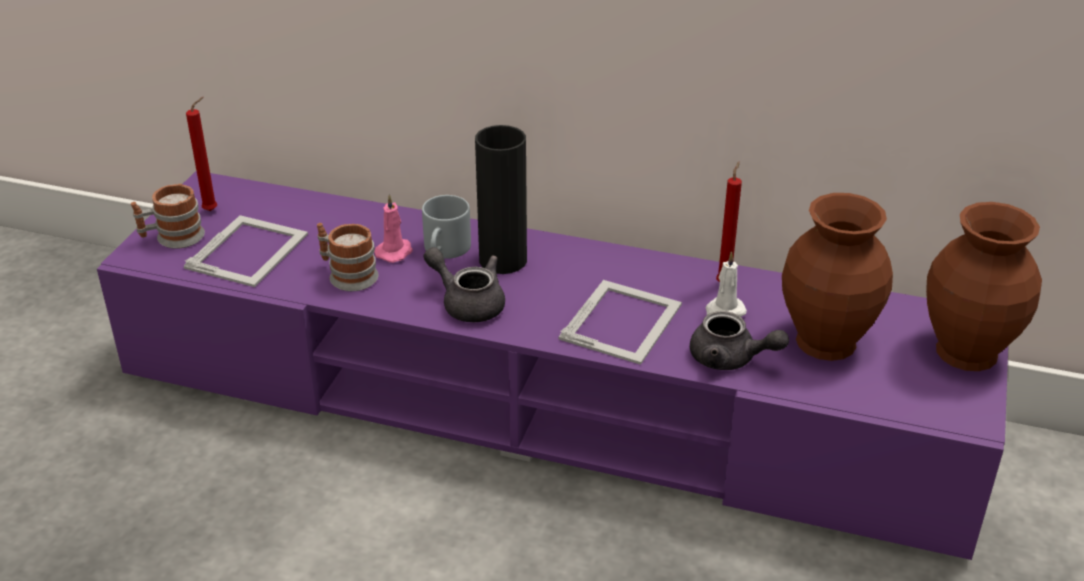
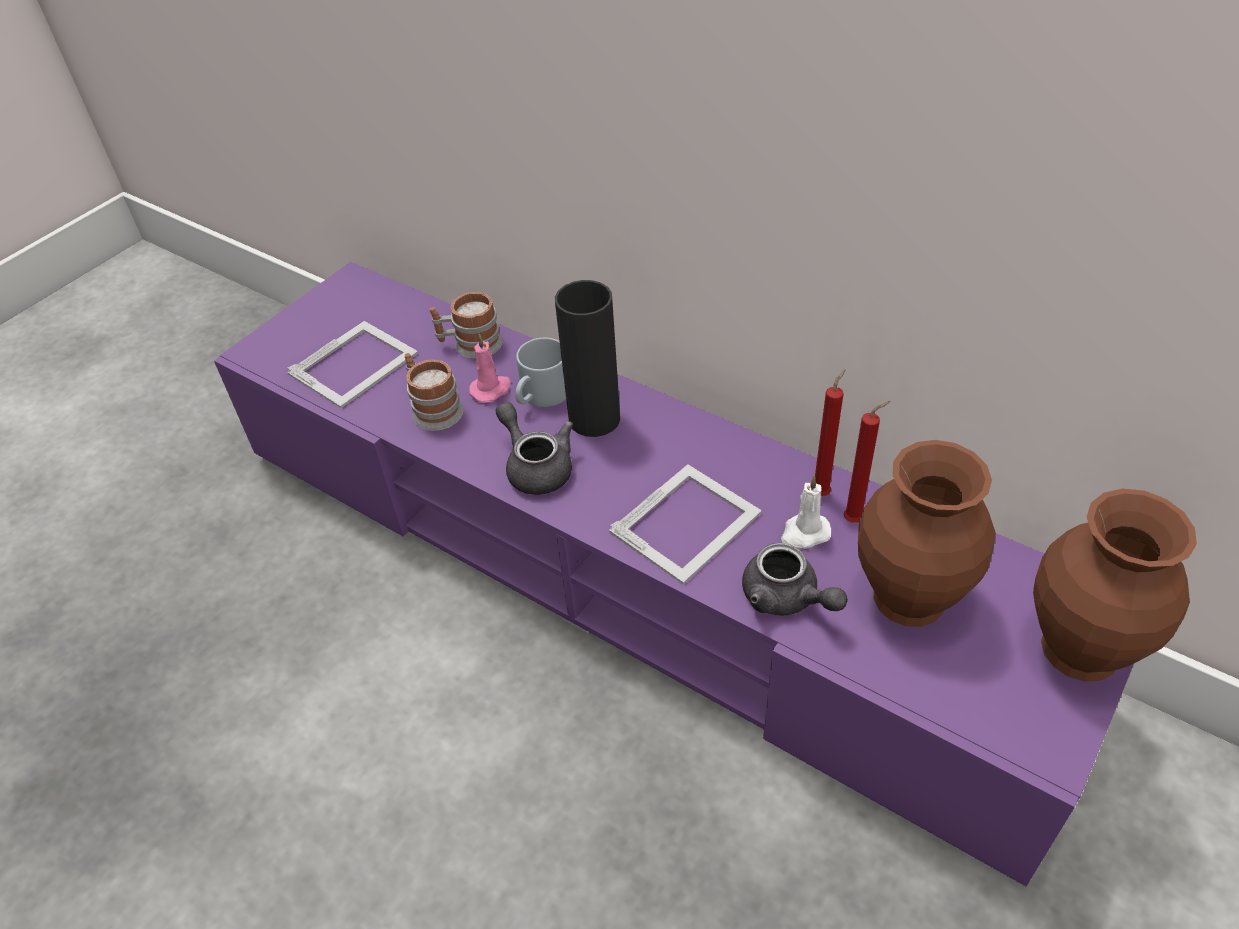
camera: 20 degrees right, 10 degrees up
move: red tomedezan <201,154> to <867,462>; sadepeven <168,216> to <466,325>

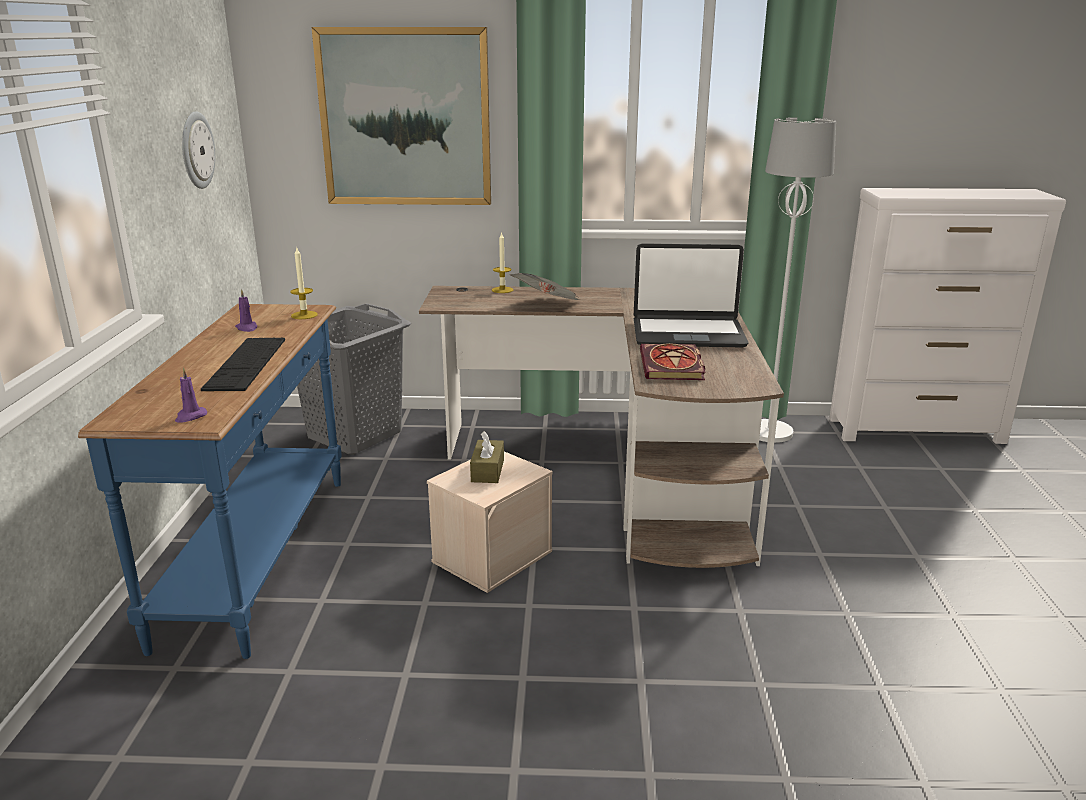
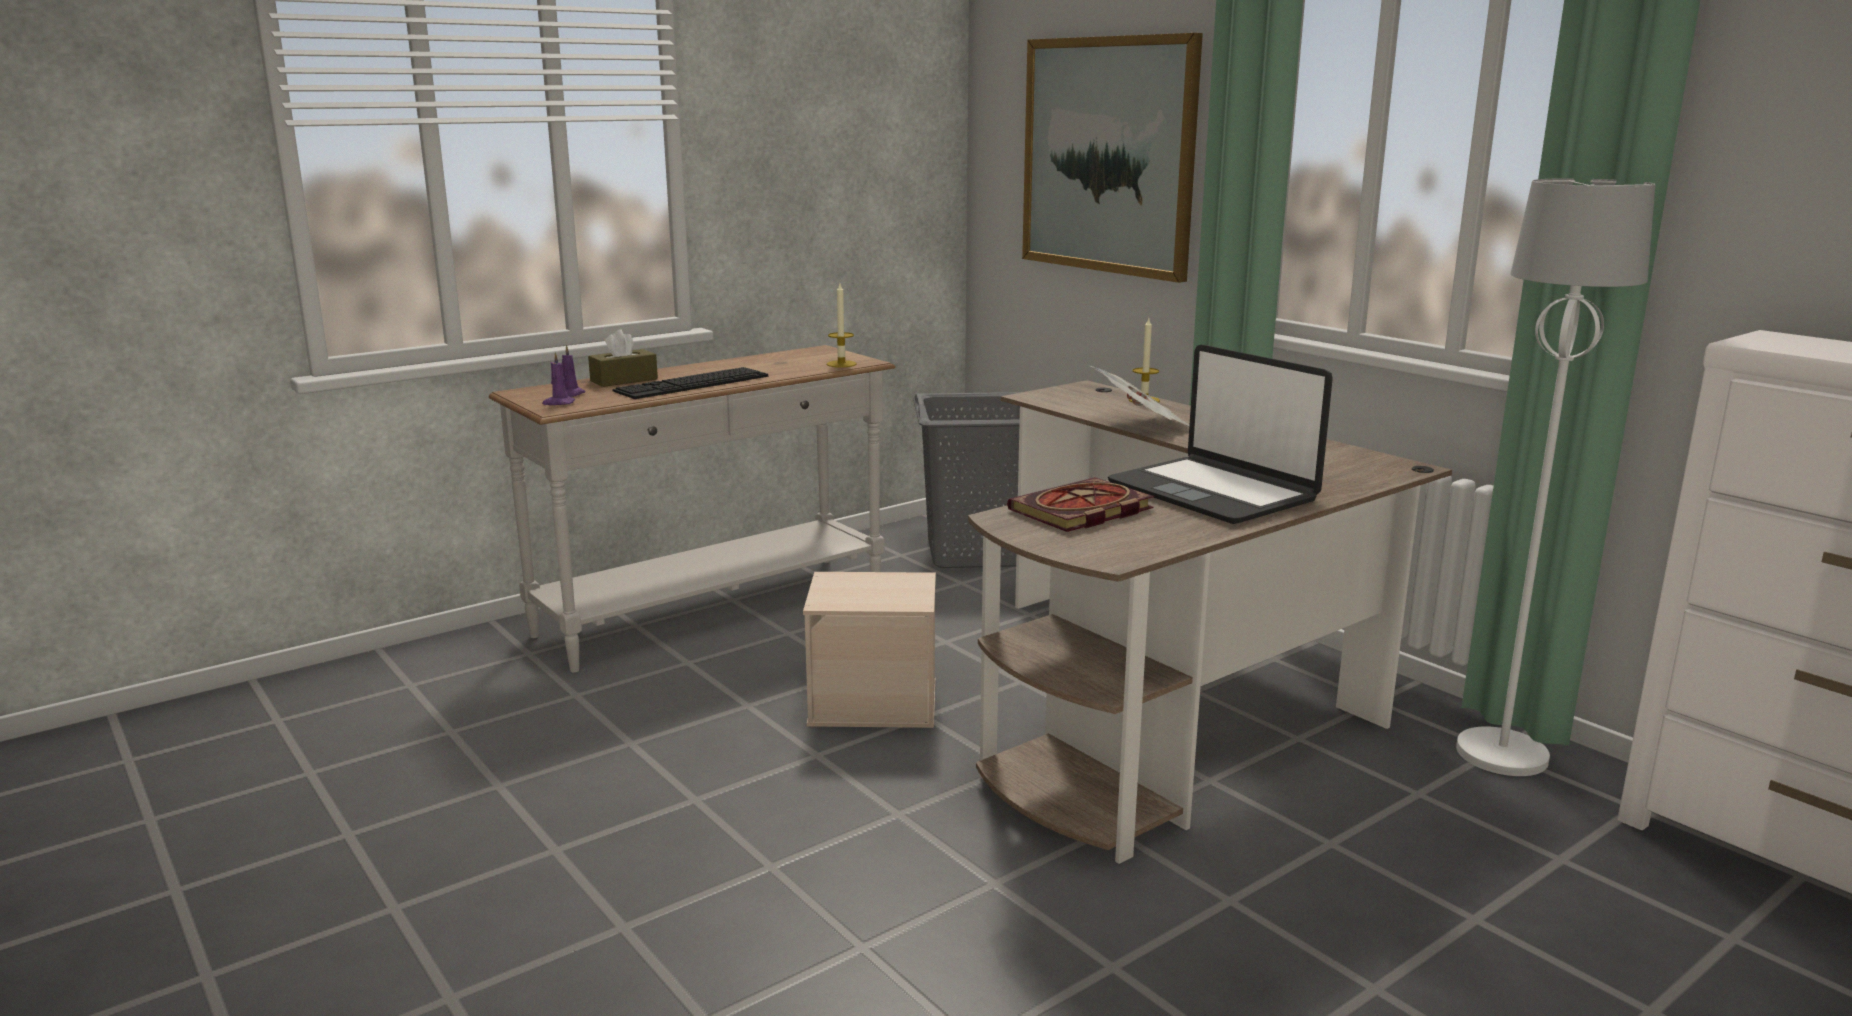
camera: 50 degrees right, 5 degrees down
delete: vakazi <198,150>
move: purple tomedezan <246,310> to <573,371>; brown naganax <487,457> to <623,358>
recolor: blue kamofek <210,481> to white kamofek <692,508>

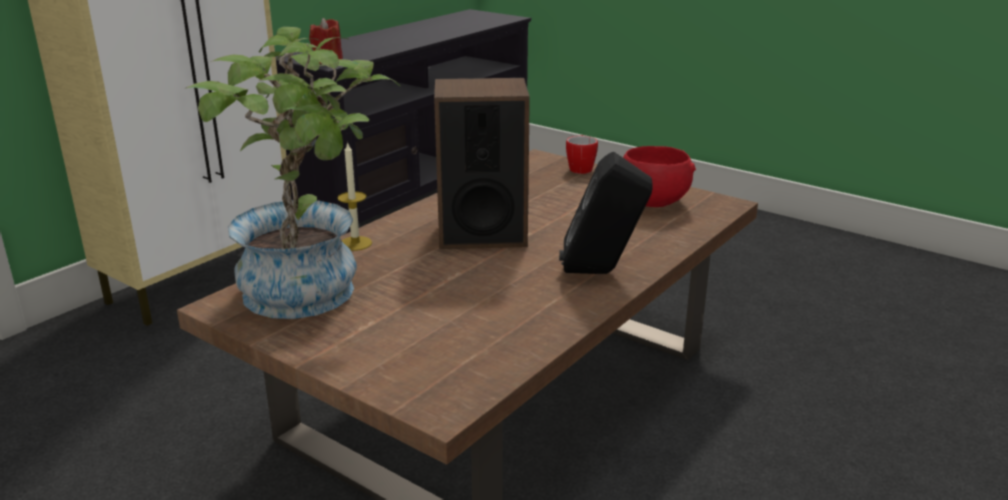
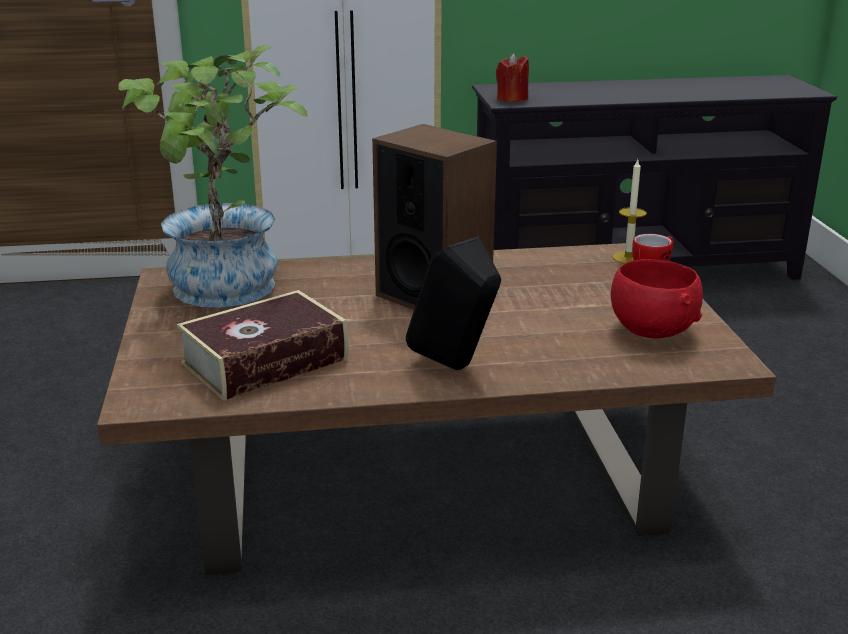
camera: 45 degrees right, 0 degrees up
insert: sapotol <262,345>
move: tomedezan <354,196> to <630,212>

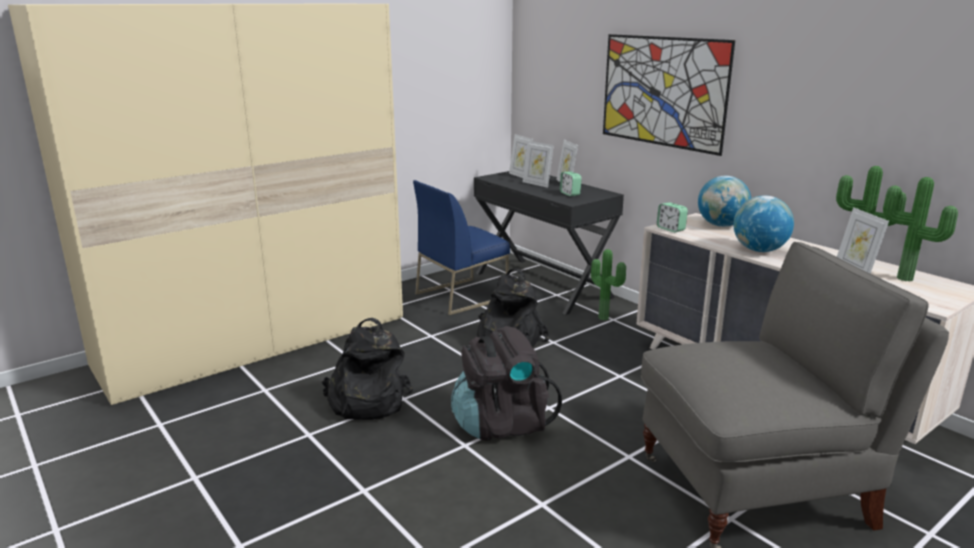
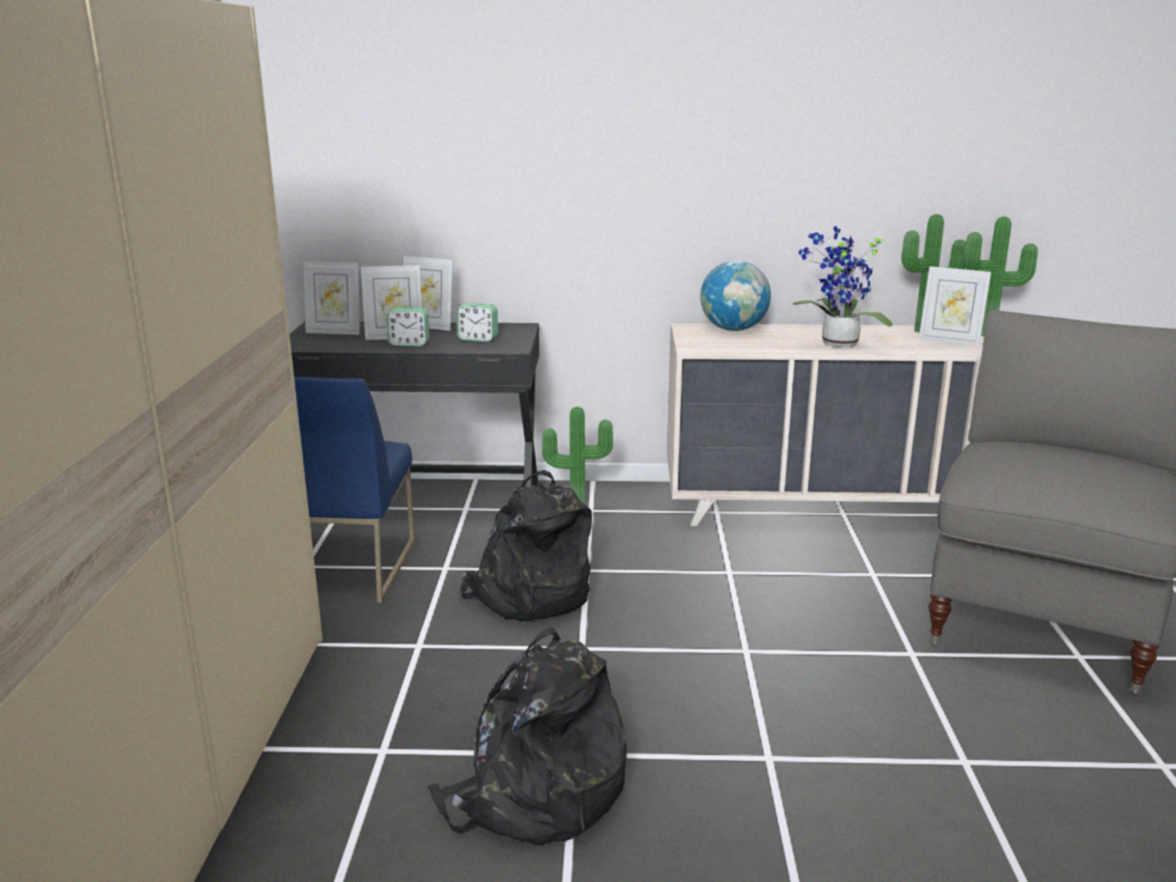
camera: 50 degrees left, 0 degrees up
delete: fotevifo <669,95>; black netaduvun <506,383>
move: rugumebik <672,217> to <408,326>
replace: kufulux <763,223> to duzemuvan <843,286>

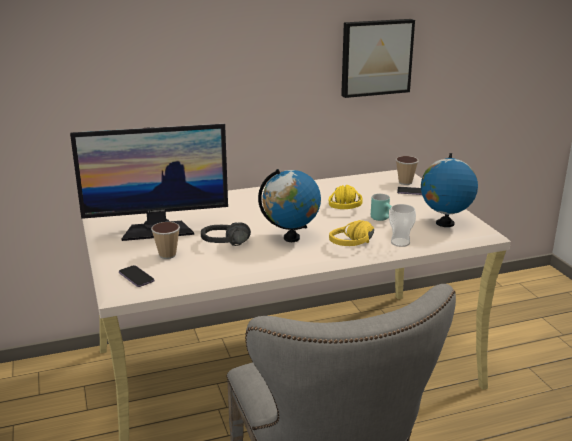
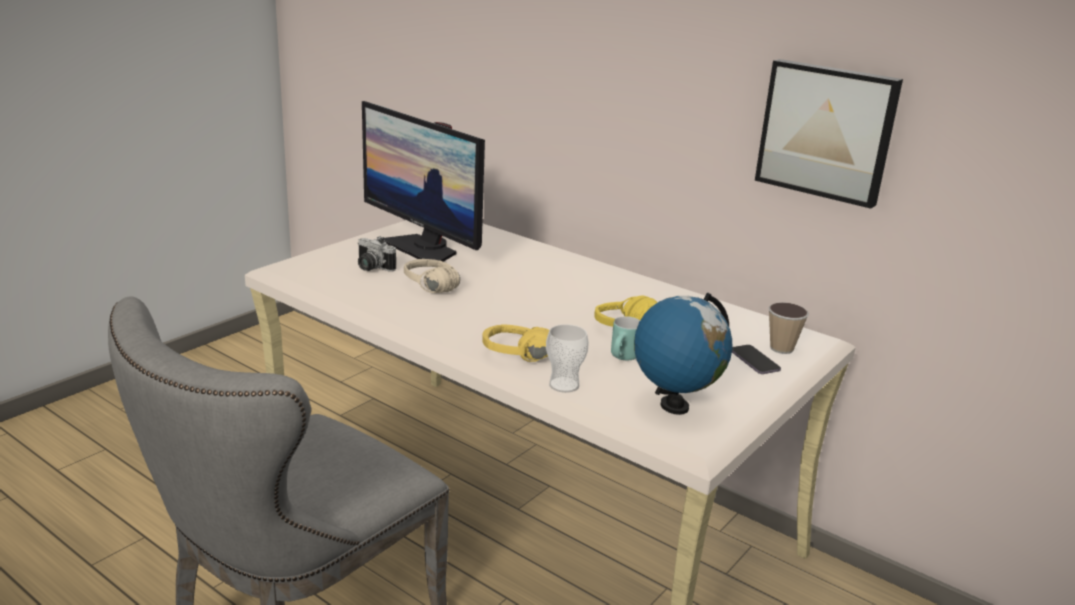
camera: 55 degrees right, 0 degrees up
delete: kufulux <289,205>; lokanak <136,276>
replace: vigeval <165,240> to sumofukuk <376,254>
recolor: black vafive <226,234> to beige vafive <432,276>

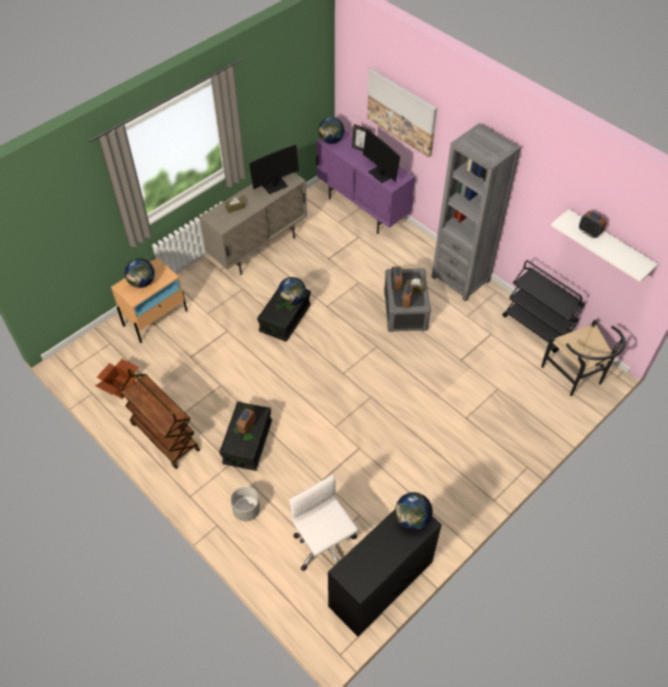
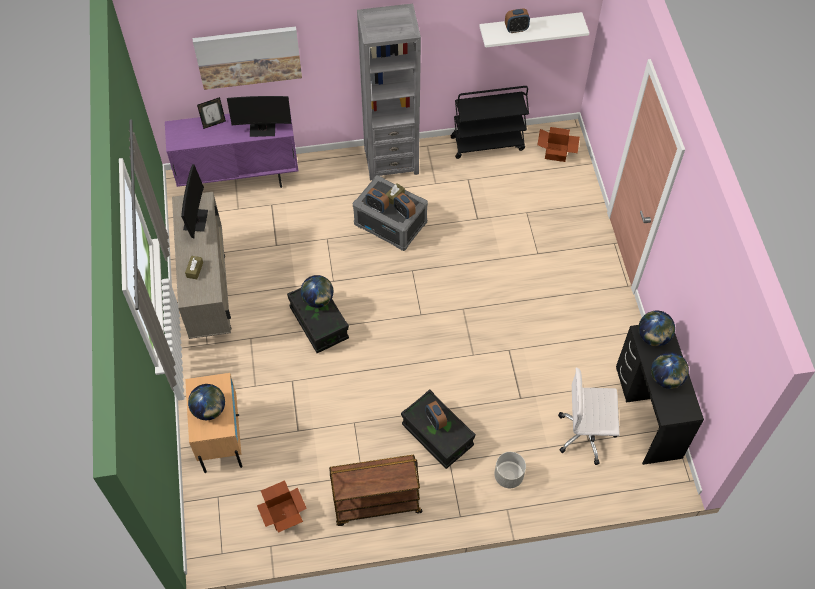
camera: 55 degrees left, 5 degrees up
move: kufulux <331,130> to <670,370>
replace: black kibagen <583,358> to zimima <558,144>

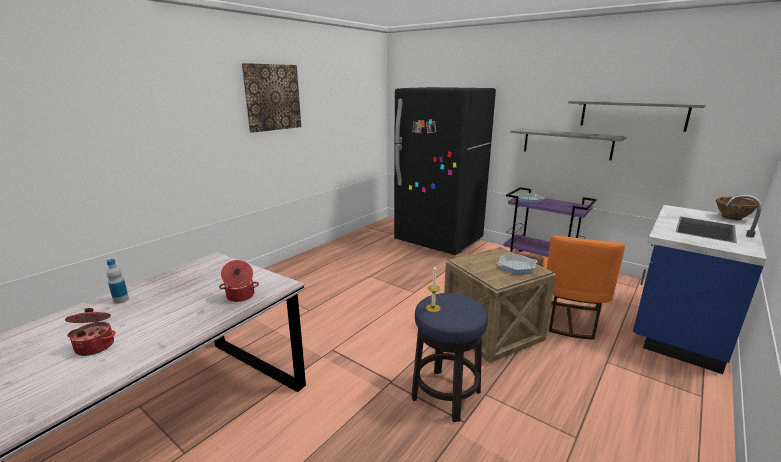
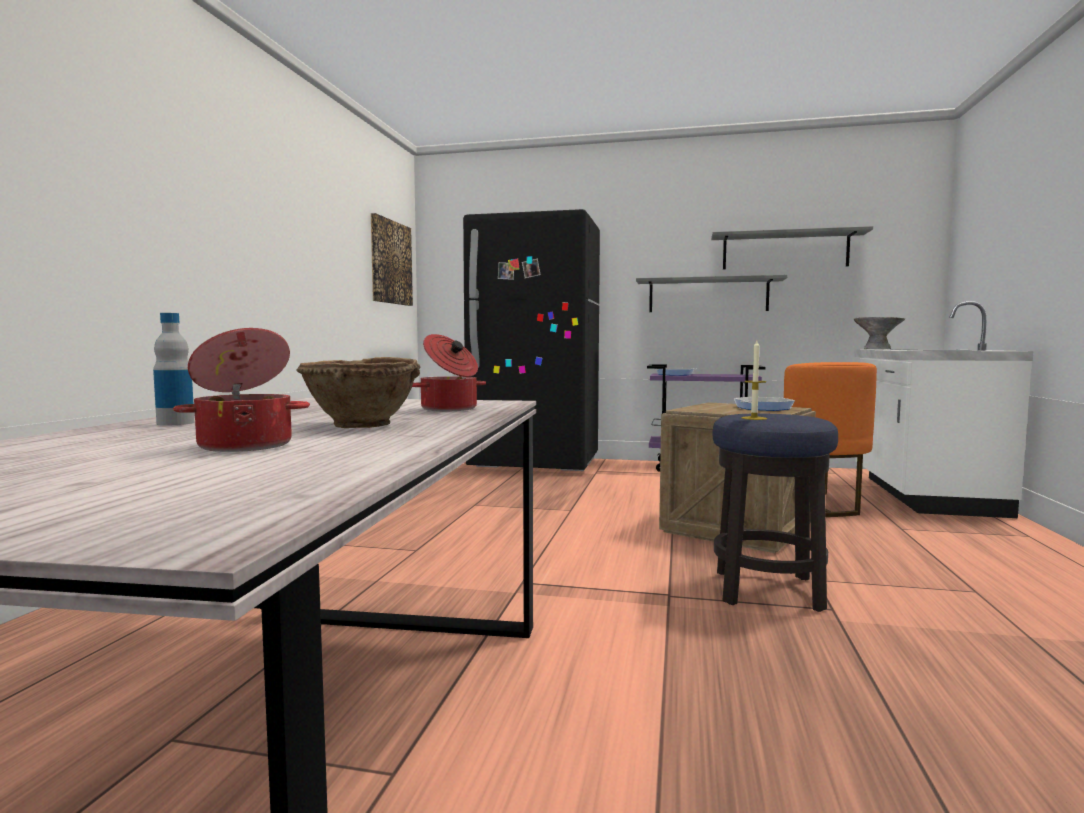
camera: 25 degrees left, 15 degrees down
insert: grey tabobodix <879,333>
move: fotevifo <271,98> to <392,259>; brown tabobodix <736,208> to <358,392>
recolor: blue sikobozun <699,284> to white sikobozun <943,409>

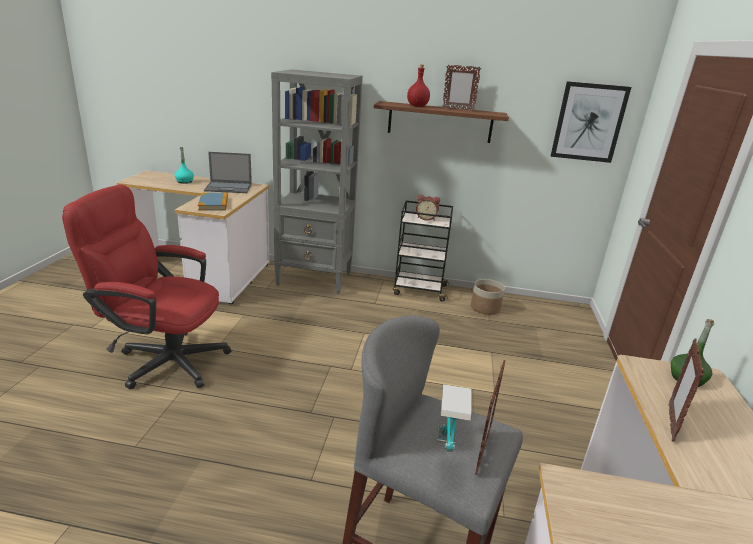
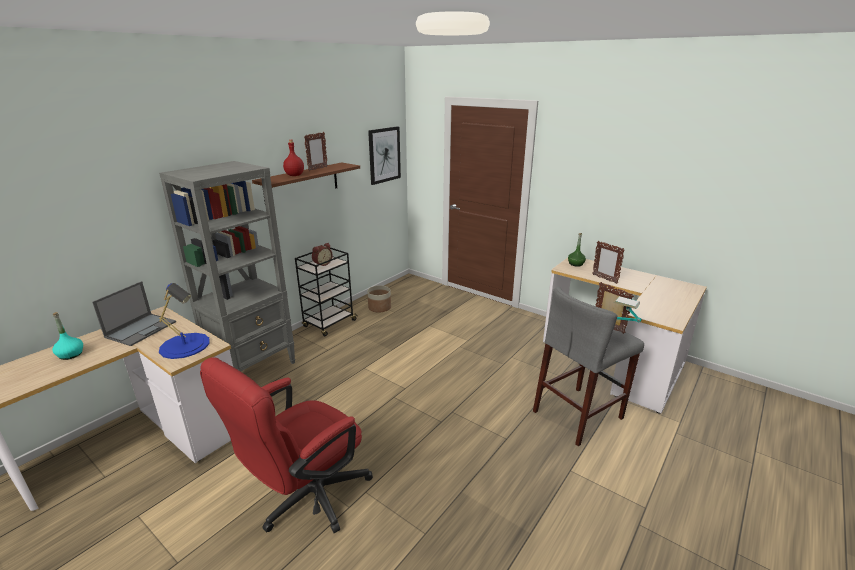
camera: 60 degrees left, 0 degrees up
replace: sapotol <213,201> to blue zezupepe <184,321>

